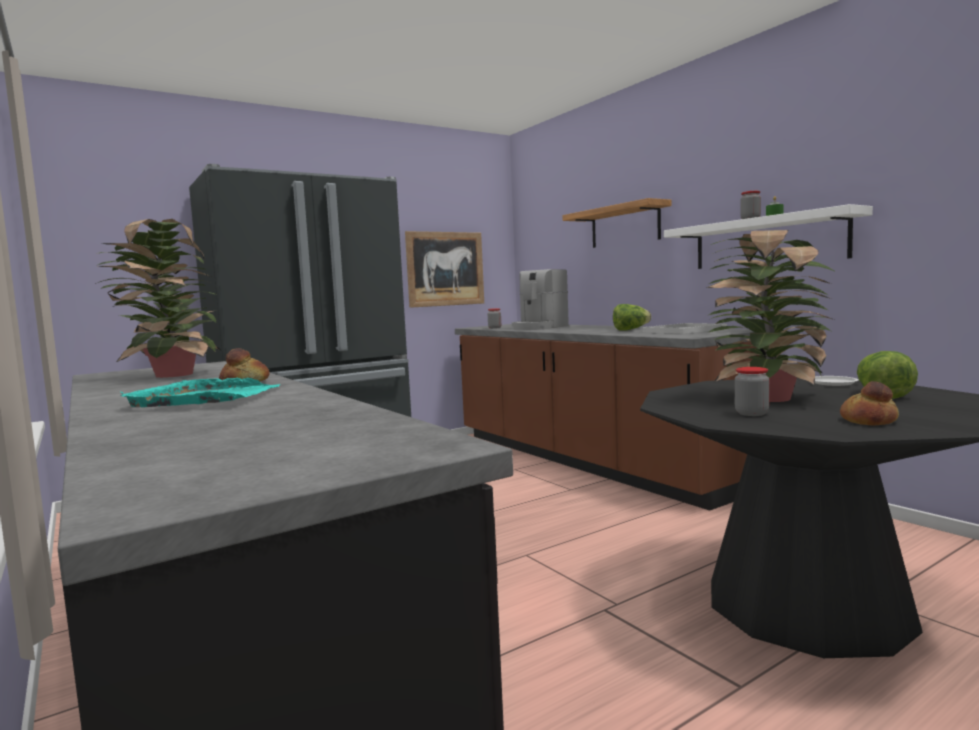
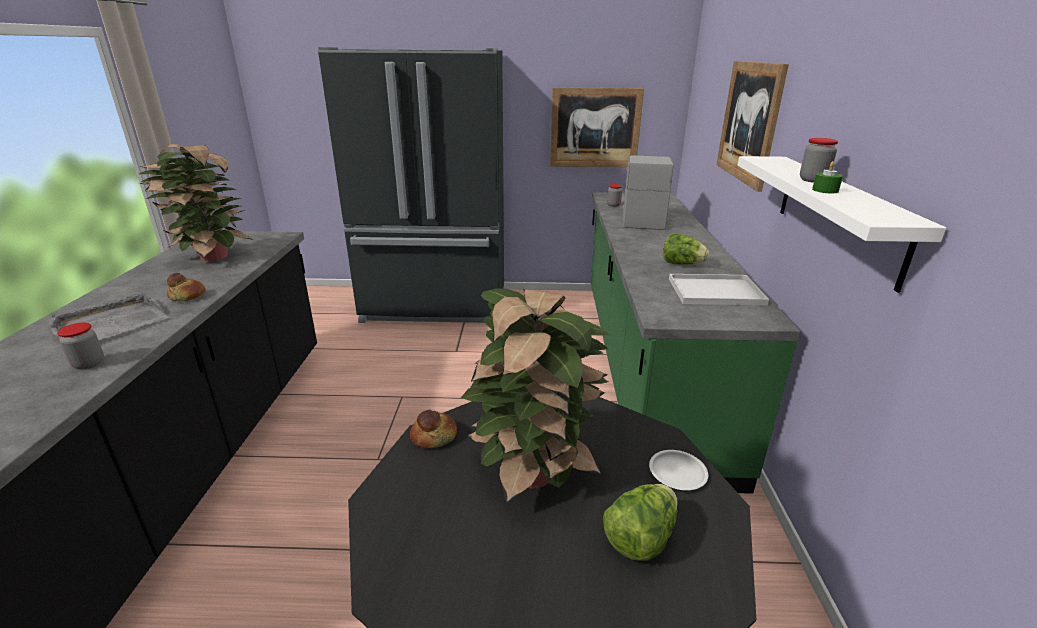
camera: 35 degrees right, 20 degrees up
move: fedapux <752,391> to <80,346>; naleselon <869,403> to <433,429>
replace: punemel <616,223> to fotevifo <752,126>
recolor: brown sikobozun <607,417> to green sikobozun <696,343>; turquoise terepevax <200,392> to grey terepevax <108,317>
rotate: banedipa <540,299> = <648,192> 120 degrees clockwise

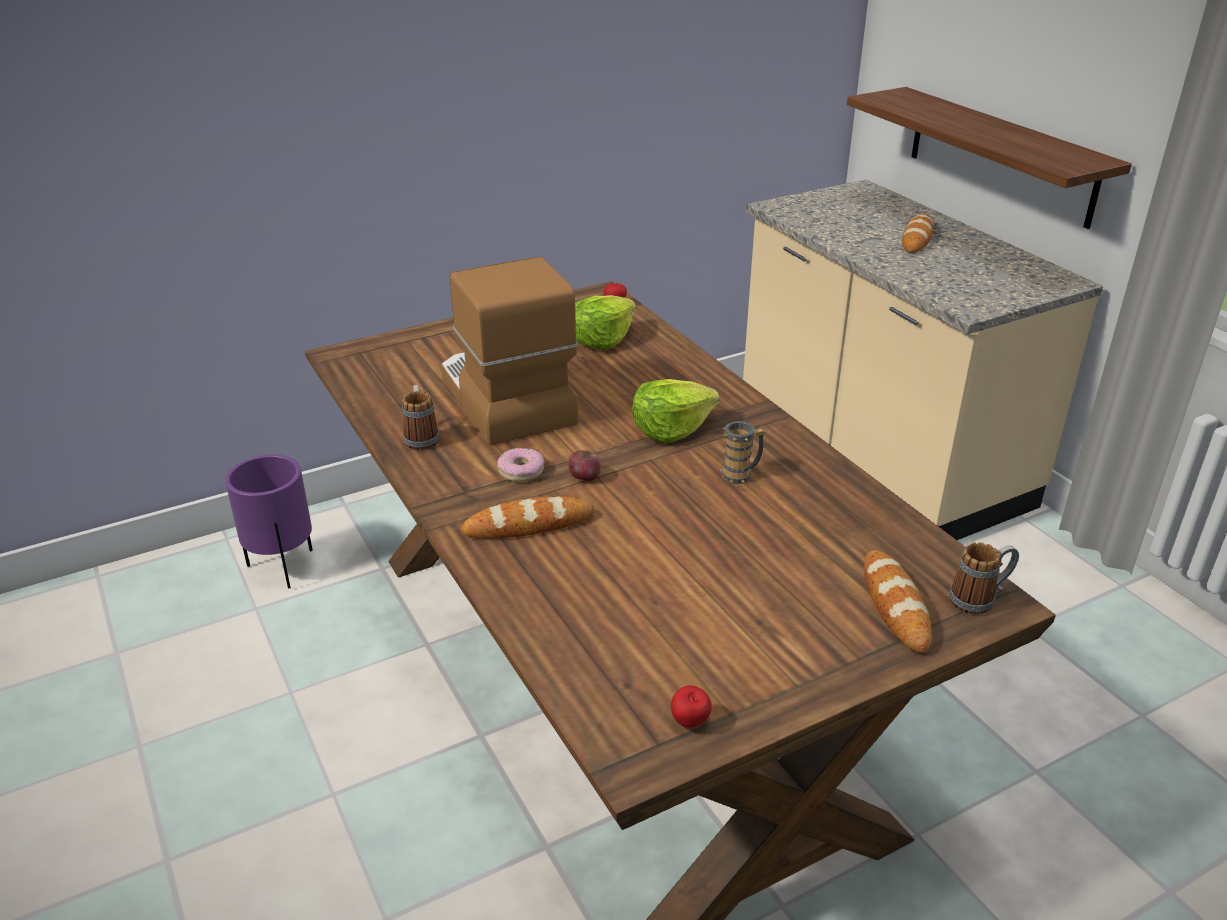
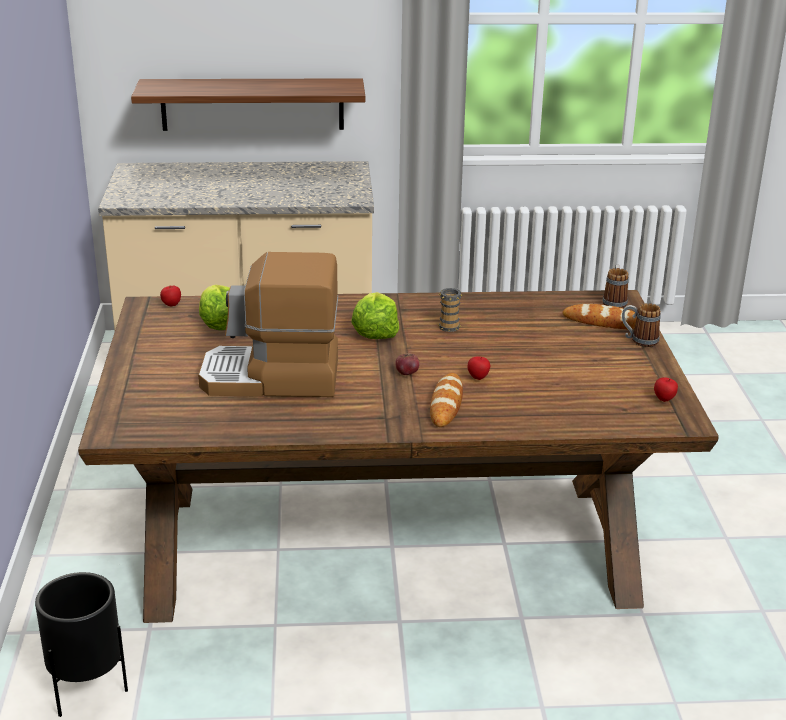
camera: 65 degrees left, 5 degrees down
delete: naleselon <918,233>; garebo <520,465>
insert: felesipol <479,368>
move: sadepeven <420,417> to <641,325>
recolor: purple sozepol <269,522> to black sozepol <81,644>

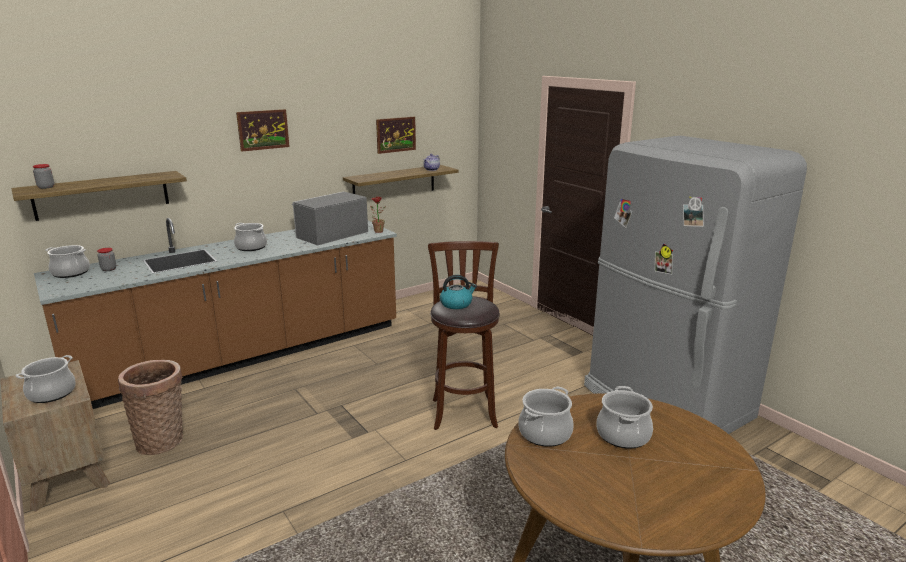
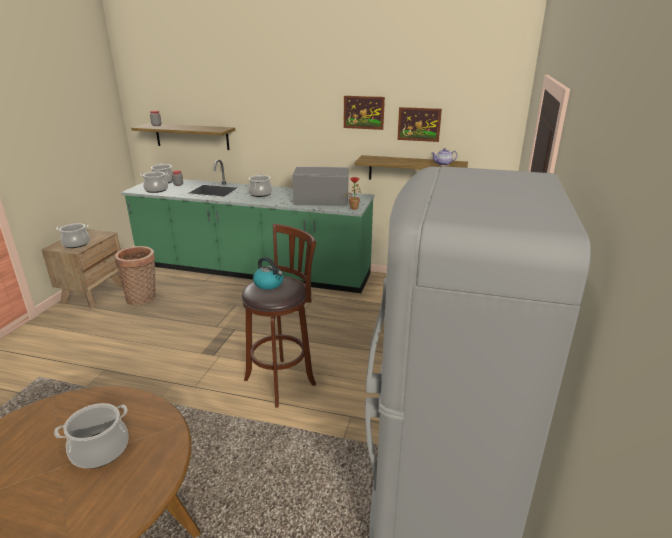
camera: 50 degrees right, 5 degrees up
move: fotevifo <263,130> to <364,113>; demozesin <546,416> to <154,182>
recolor: brown sikobozun <215,313> to green sikobozun <247,226>

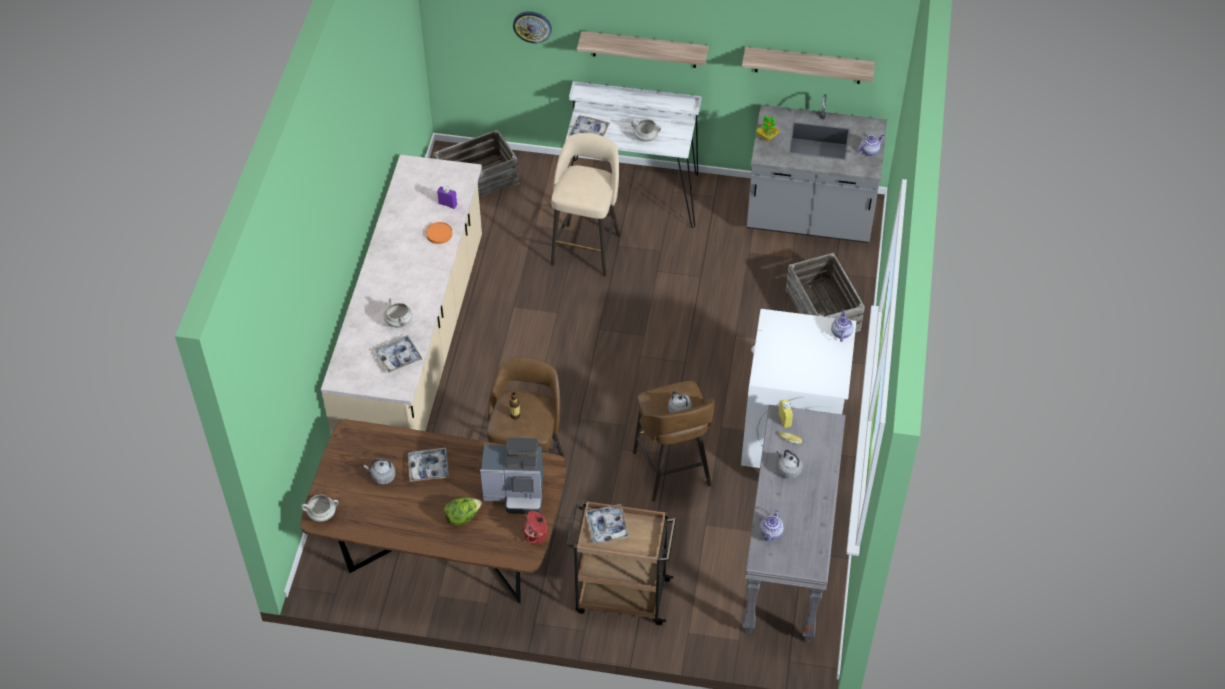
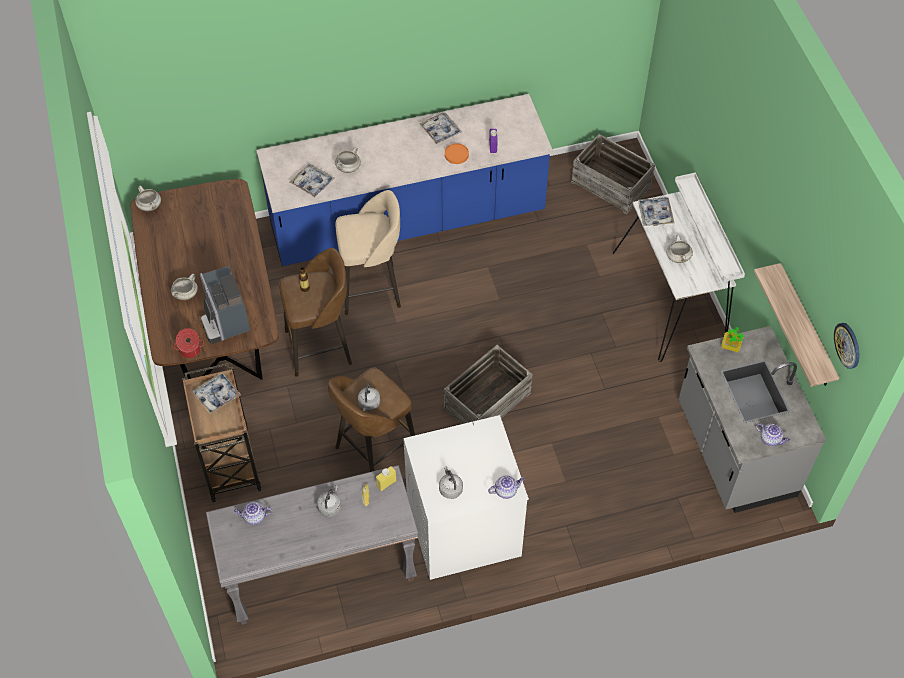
camera: 65 degrees right, 5 degrees up
delete: punemel <643,49>
move: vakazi <532,27> to <846,346>; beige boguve <586,205> to <368,252>; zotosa <825,292> to <487,384>; terepevax <428,465> to <440,128>; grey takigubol <379,471> to <451,482>
replace: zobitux <463,512> to white demozesin <184,287>
recolor: beige sikobozun <401,295> to blue sikobozun <404,180>

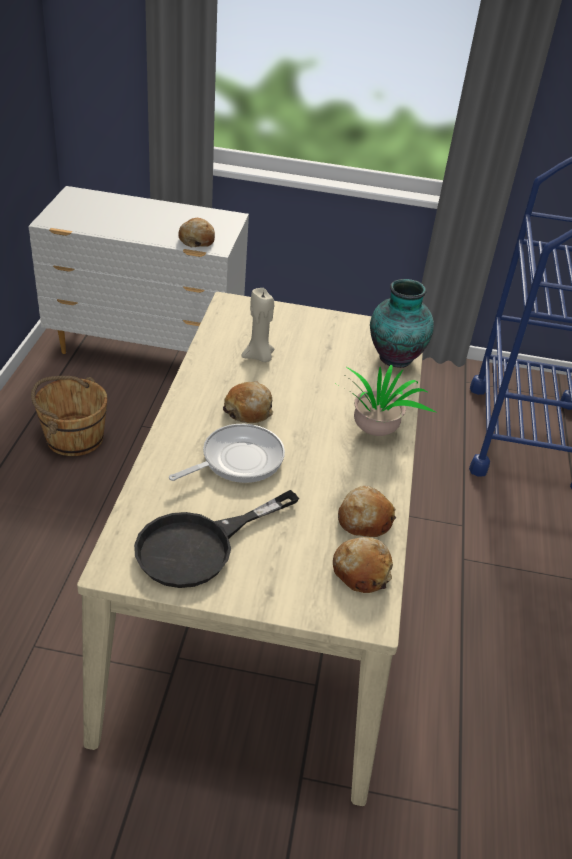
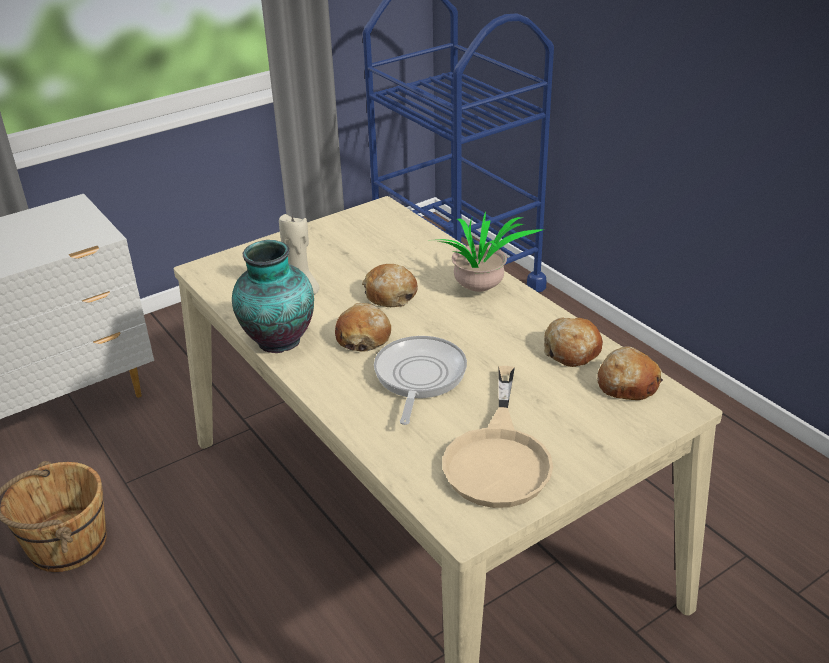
camera: 40 degrees left, 5 degrees down
move: naleselon <196,233> to <390,285>; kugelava <402,323> to <273,296>
recolor: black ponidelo <216,539> to beige ponidelo <497,437>

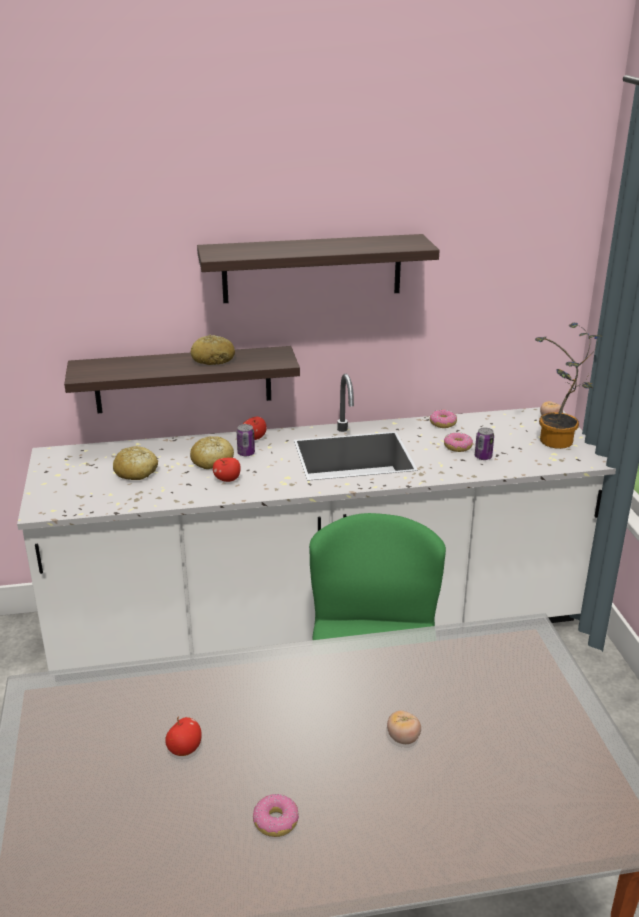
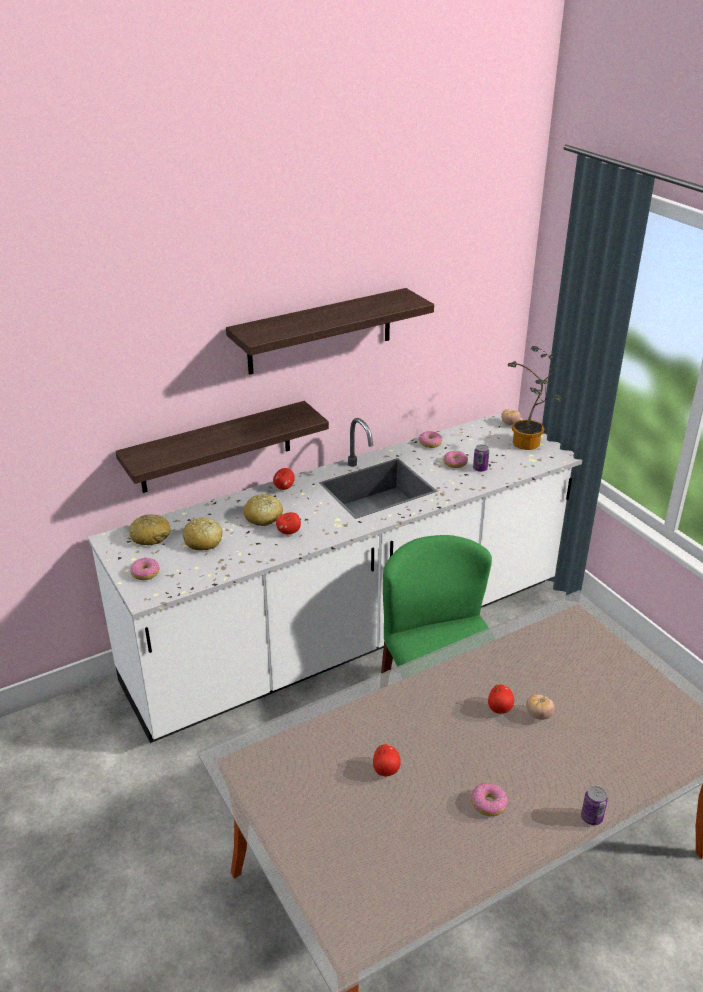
camera: 20 degrees left, 5 degrees up
insert: garebo <145,569>; felesipol <501,699>
move: naleselon <213,350> to <149,529>; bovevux <246,440> to <594,805>

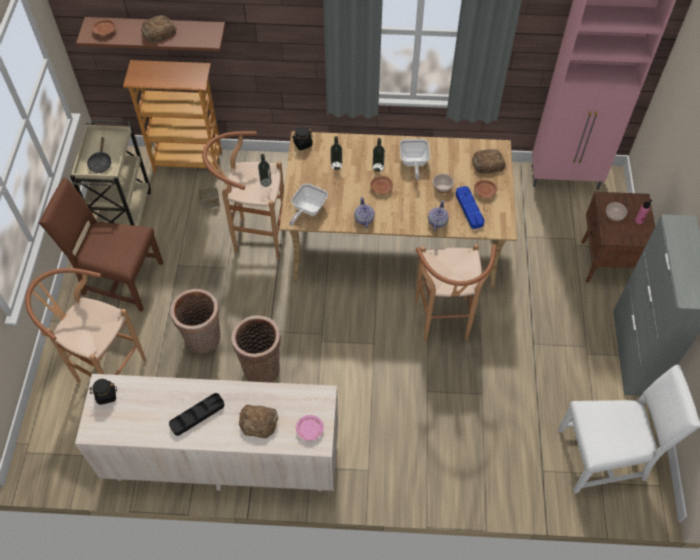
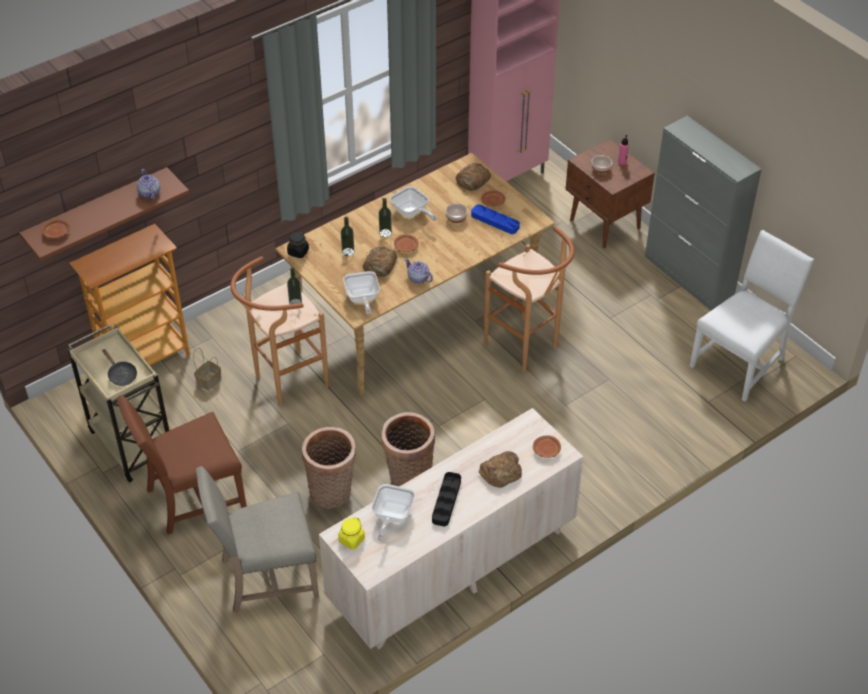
camera: 40 degrees left, 10 degrees down
insert: ponidelo <393,512>
move: naleselon <159,28> to <380,262>; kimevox <438,215> to <148,184>
replace: brown boguve <85,325> to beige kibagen <257,539>
recolor: black fedapux <103,392> to yellow fedapux <351,533>; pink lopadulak <310,428> to brown lopadulak <547,446>

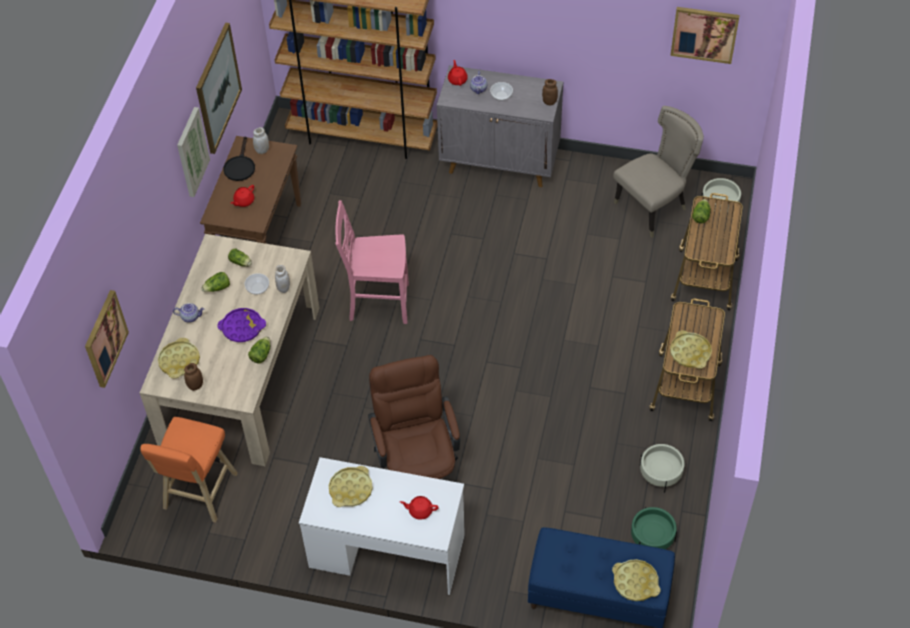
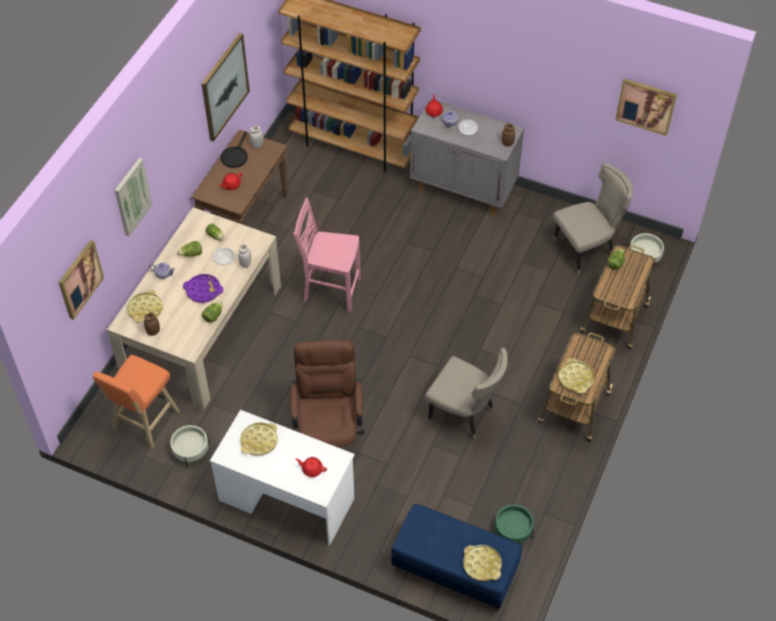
camera: 10 degrees right, 0 degrees up
insert: beige kibagen <466,394>
move: fotevifo <193,152> to <134,197>; beige sozepol <662,468> to <189,446>

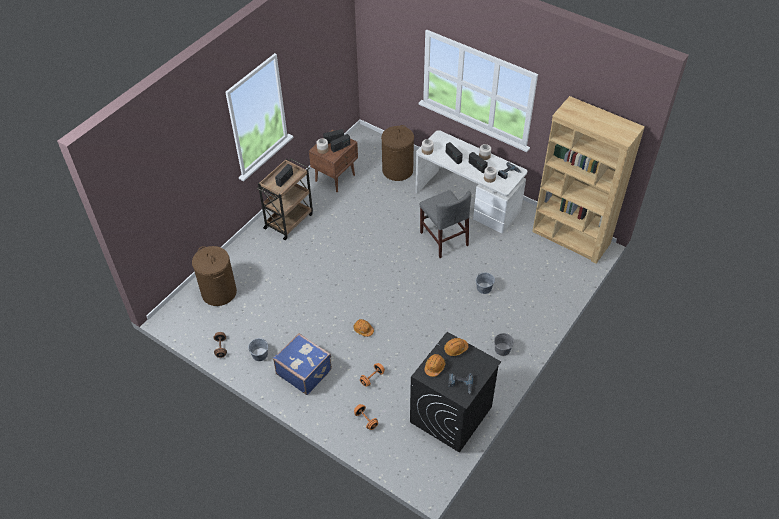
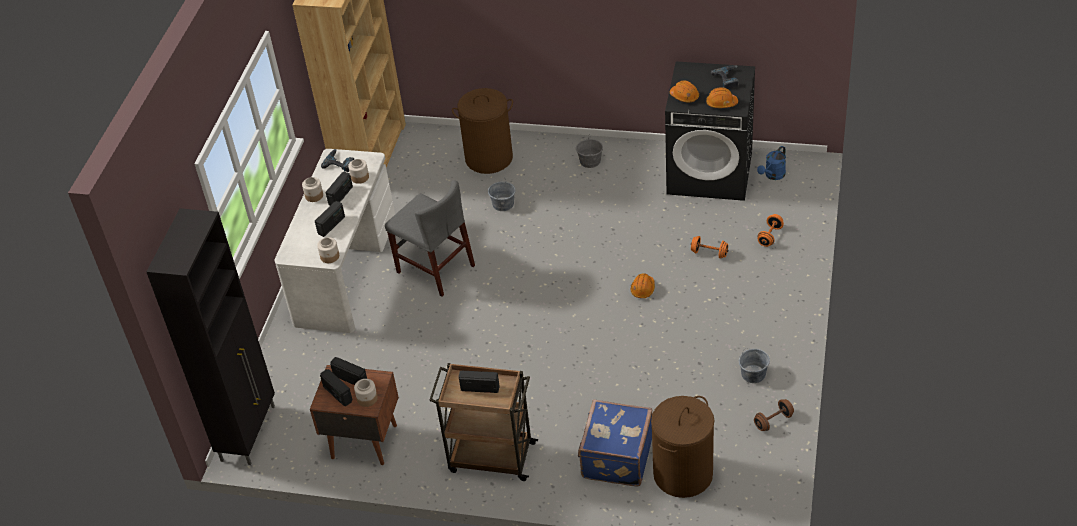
camera: 110 degrees left, 5 degrees down
insert: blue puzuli <771,163>; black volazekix <210,336>
move: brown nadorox <397,153> to <482,131>; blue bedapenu <302,364> to <615,443>
rotate: grey kibagen <445,224> = <430,238> 90 degrees clockwise

